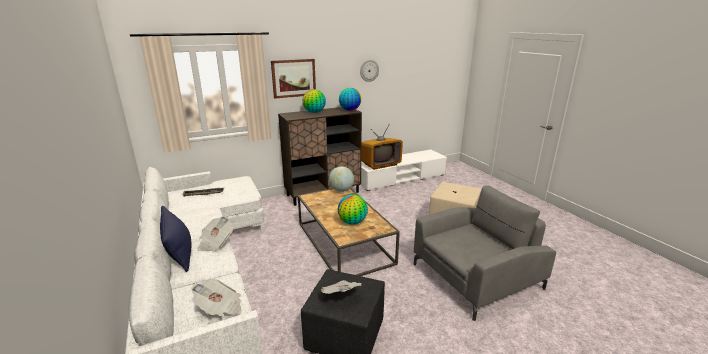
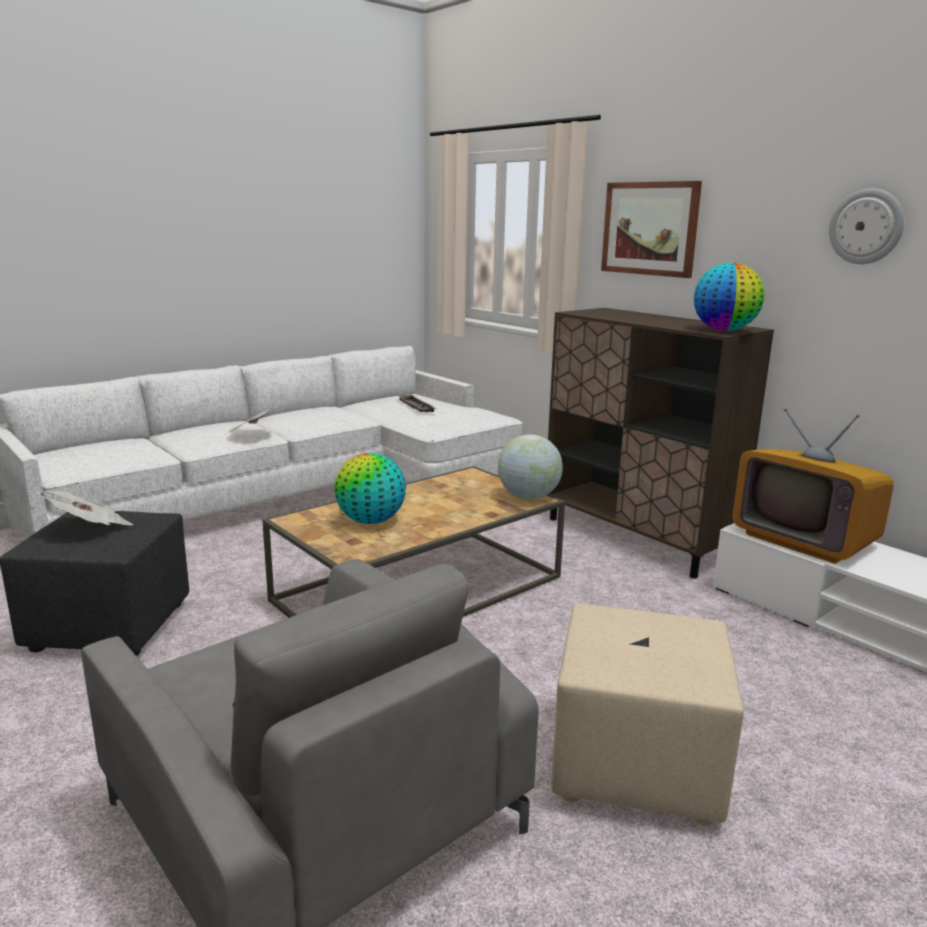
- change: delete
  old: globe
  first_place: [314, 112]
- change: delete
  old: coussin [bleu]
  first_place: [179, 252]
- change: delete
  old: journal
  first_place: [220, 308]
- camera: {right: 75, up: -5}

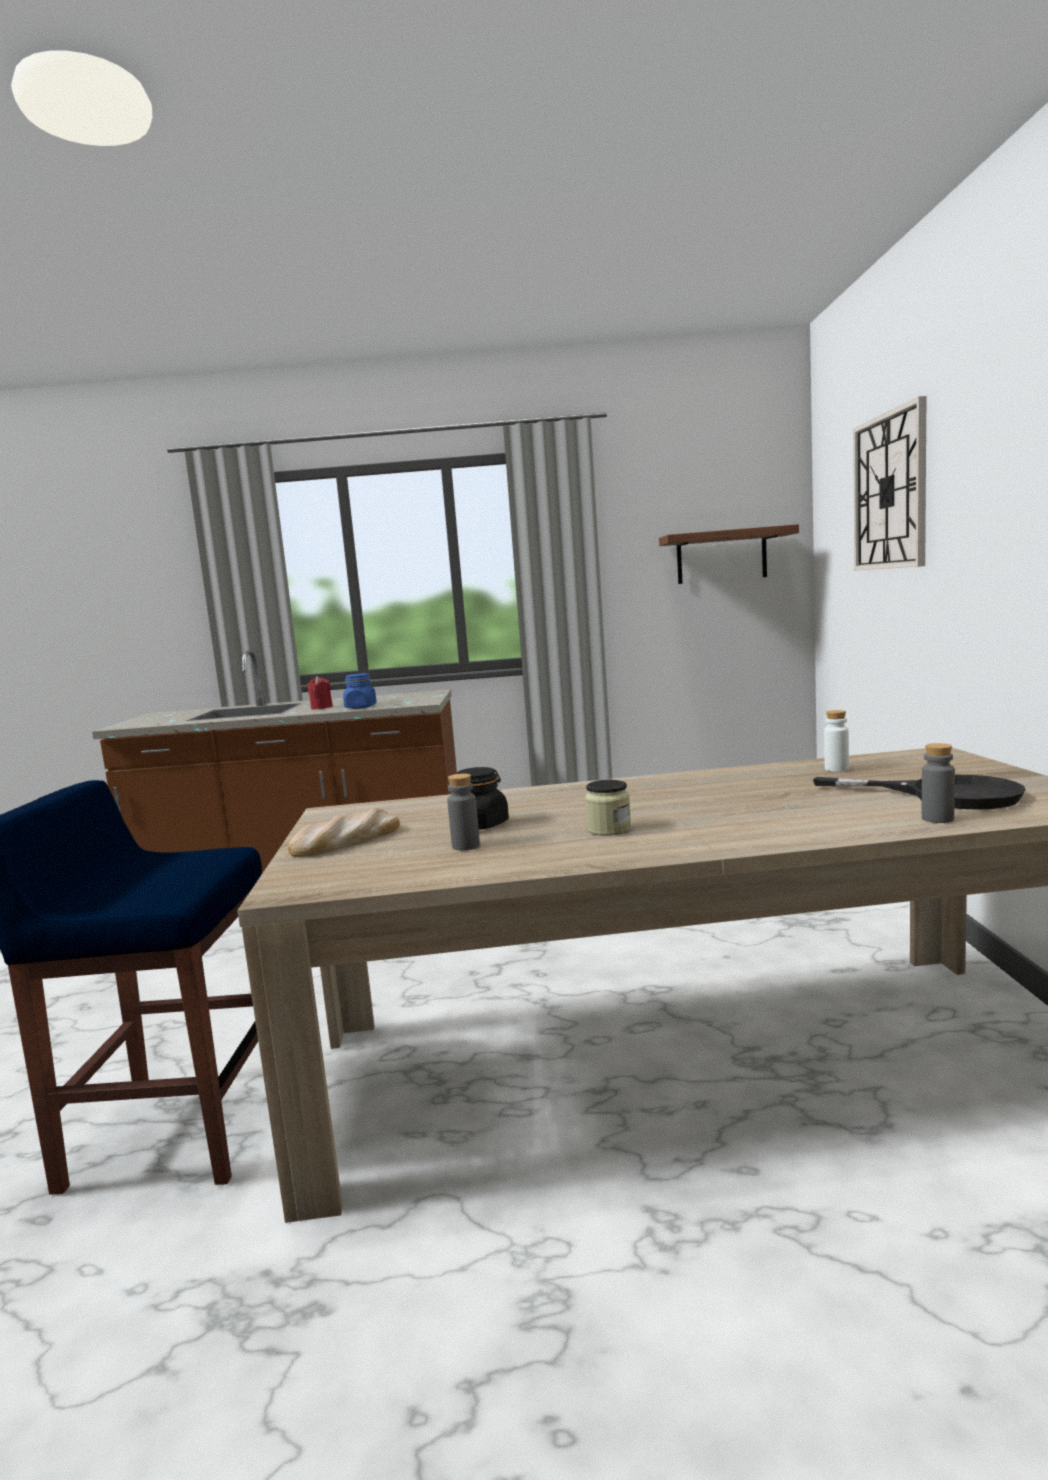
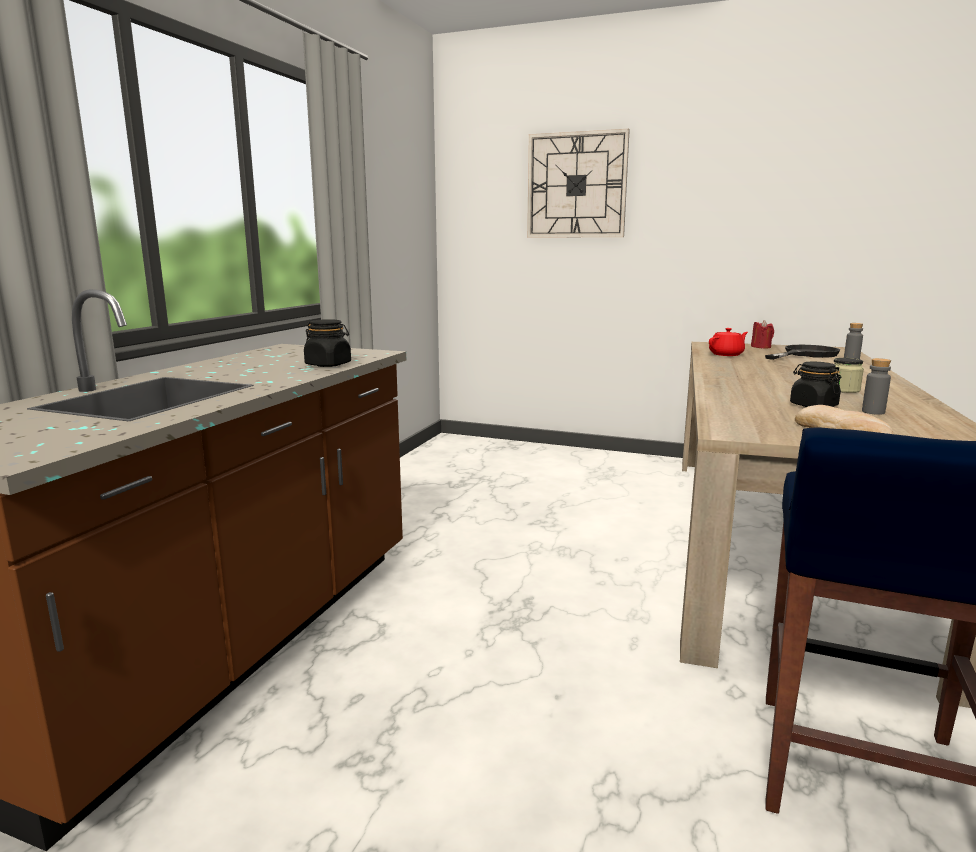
- change: delete
  old: étagère
  first_place: [721, 556]
- change: recolor
  old: bocal [bleu]
  new: bocal [noir]
  first_place: [360, 707]
  second_place: [328, 364]
- change: move
  old: bougie [rouge]
  first_place: [321, 707]
  second_place: [761, 347]
- change: replace
  old: bouteille [blanc]
  new: théière [rouge]
  first_place: [836, 769]
  second_place: [727, 354]
- camera: {right: -70, up: 5}

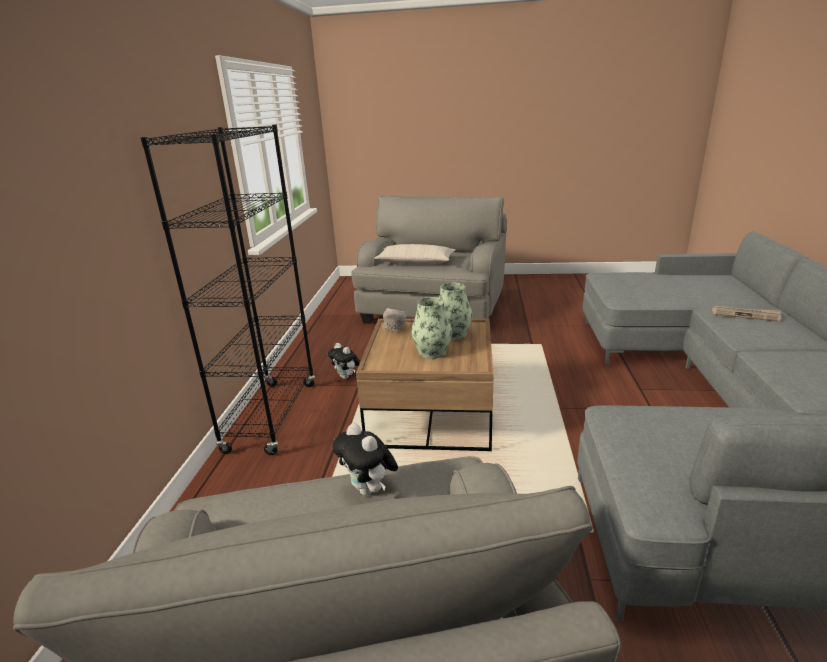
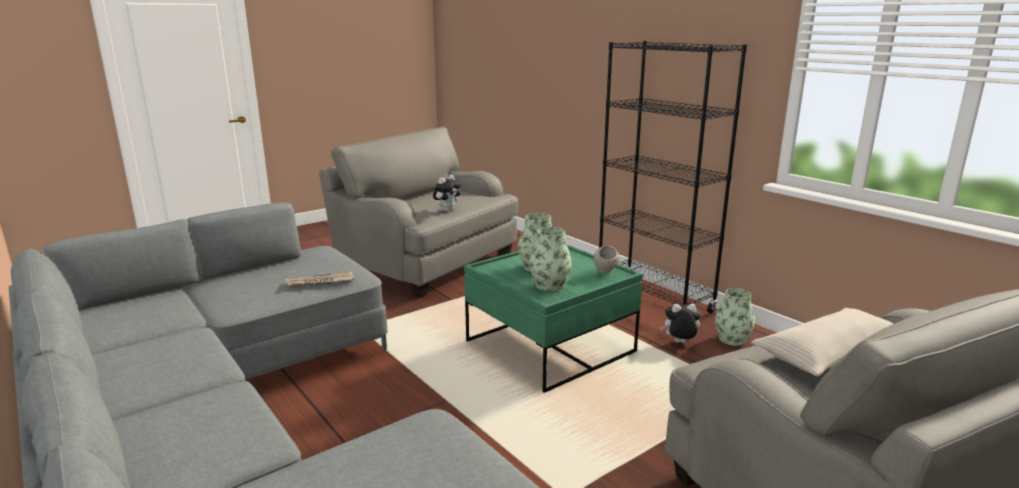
- change: move
  old: journal
  first_place: [745, 315]
  second_place: [320, 282]
- change: recolor
  old: table basse [marron]
  new: table basse [vert]
  first_place: [431, 414]
  second_place: [549, 346]
- change: rotate
  old: peluche
  first_place: [369, 490]
  second_place: [447, 210]
  degrees: 120
- change: insert
  new: vase
  second_place: [732, 339]
- camera: {right: 135, up: -5}

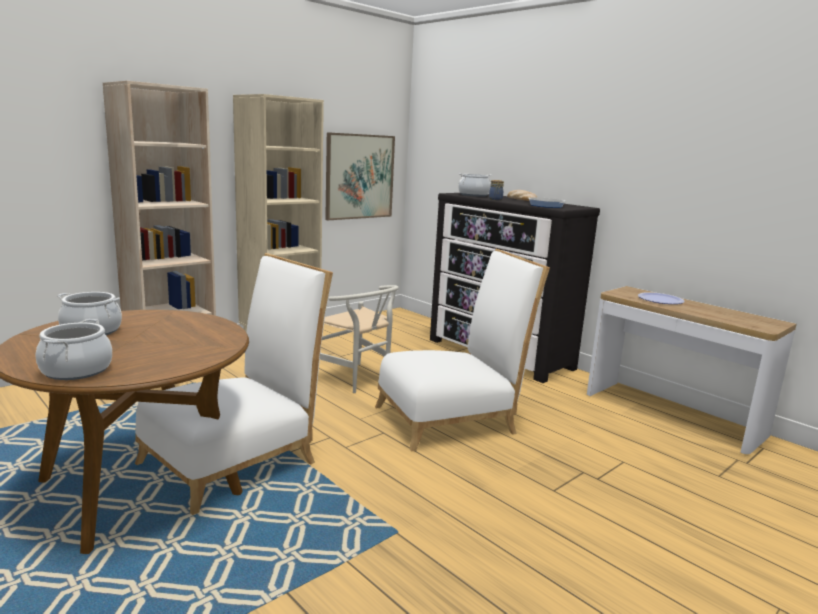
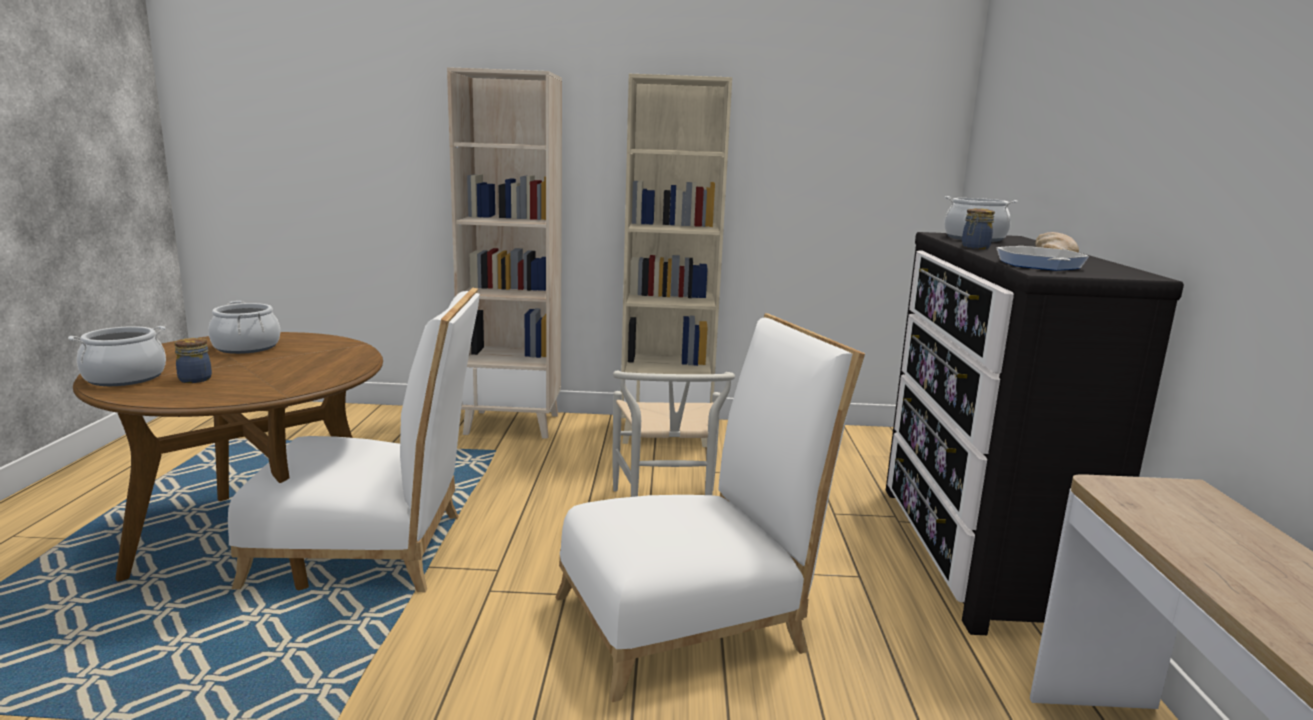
- change: delete
  old: tableau
  first_place: [359, 176]
- change: rotate
  old: chaise [blanc]
  first_place: [452, 418]
  second_place: [692, 619]
  degrees: -45
- change: delete
  old: assiette
  first_place: [660, 300]
- change: insert
  new: bocal
  second_place: [195, 379]
- camera: {right: 45, up: 0}

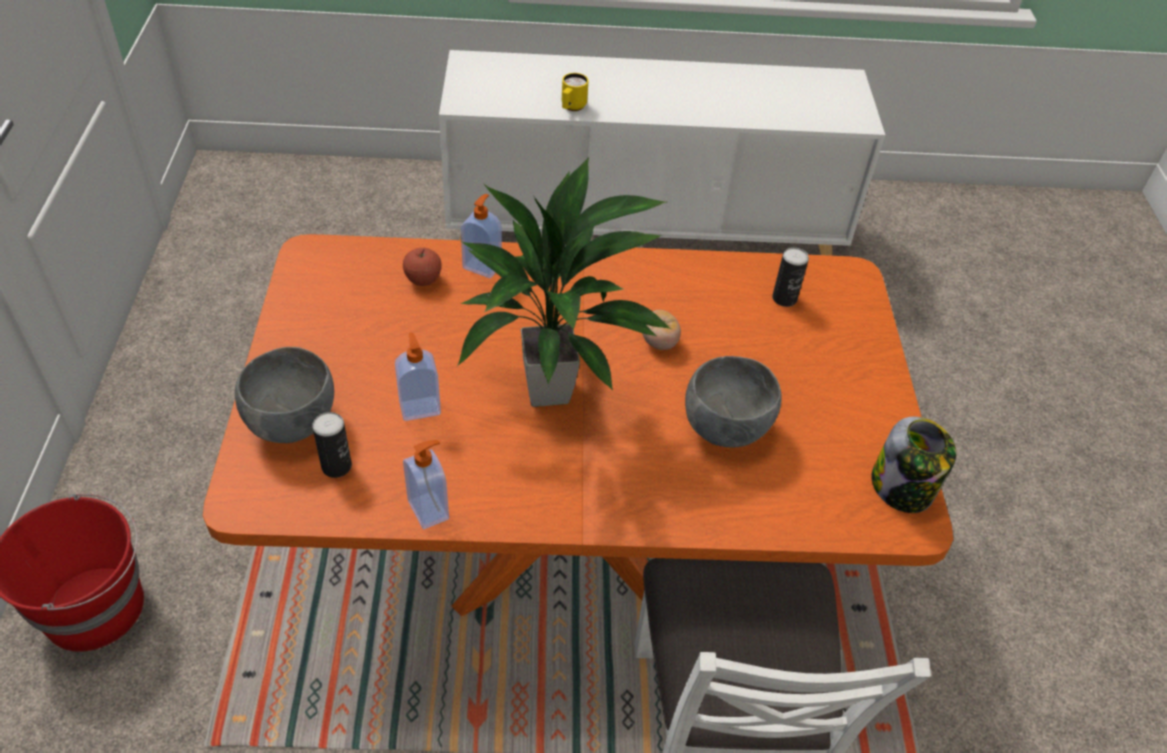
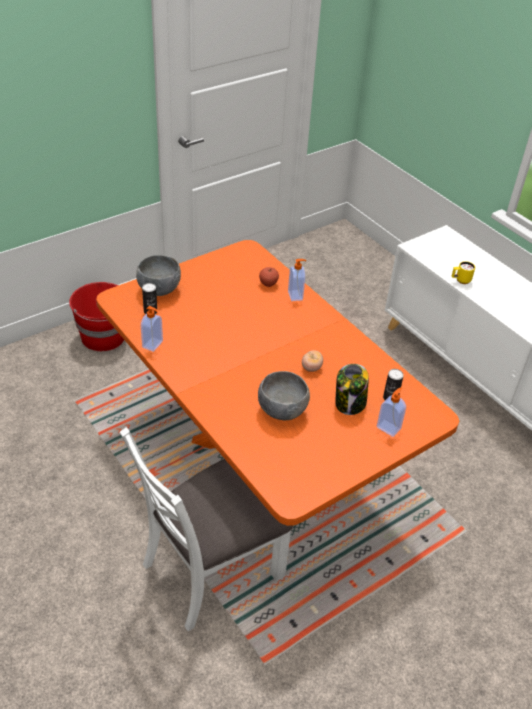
- change: delete
  old: plante en pot
  first_place: [550, 391]
- change: move
  old: distributeur de savon
  first_place: [419, 407]
  second_place: [389, 428]
- change: move
  old: bocal
  first_place: [902, 488]
  second_place: [350, 403]
- camera: {right: 55, up: -5}

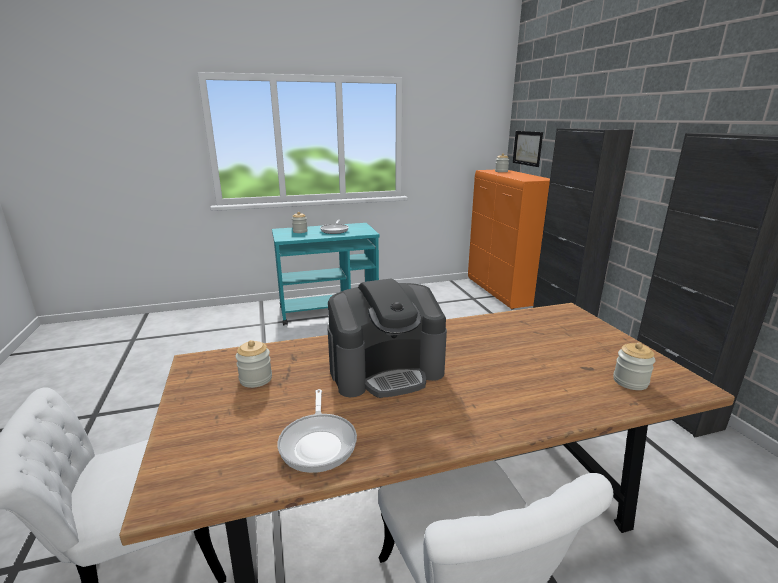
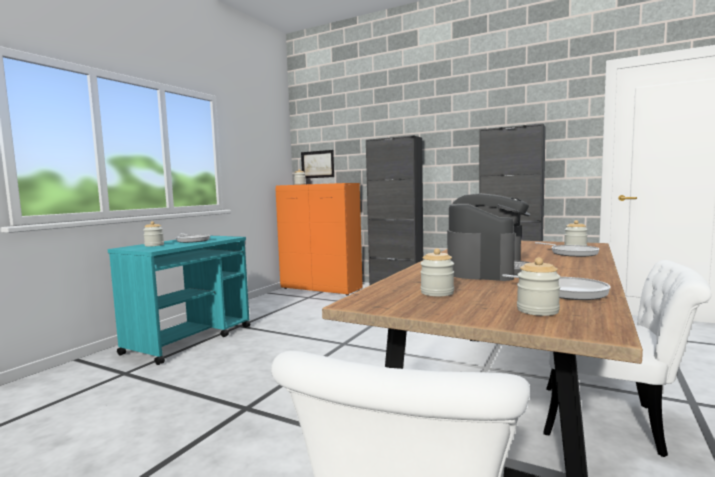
- change: insert
  new: poêle
  second_place: [571, 253]
- change: insert
  new: bocal
  second_place: [537, 310]
- camera: {right: -45, up: -15}

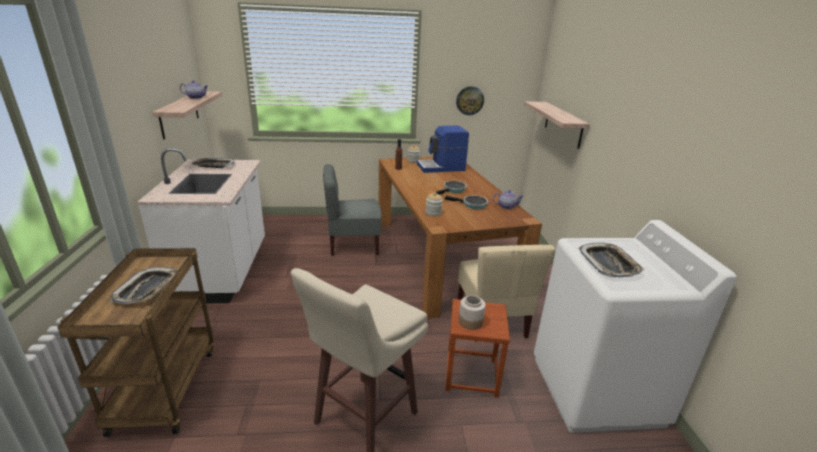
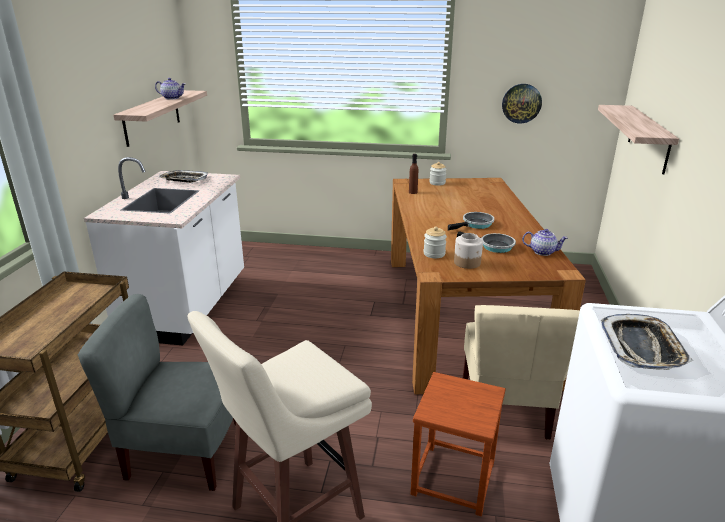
- change: delete
  old: machine à café
  first_place: [441, 168]
- change: move
  old: chaise [gris]
  first_place: [353, 245]
  second_place: [184, 452]
- change: delete
  old: plateau
  first_place: [147, 289]
- change: move
  old: bocal
  first_place: [471, 322]
  second_place: [467, 263]
- camera: {right: 15, up: 0}

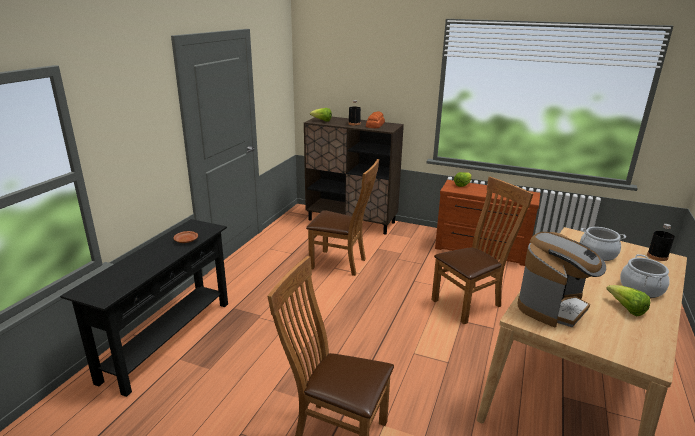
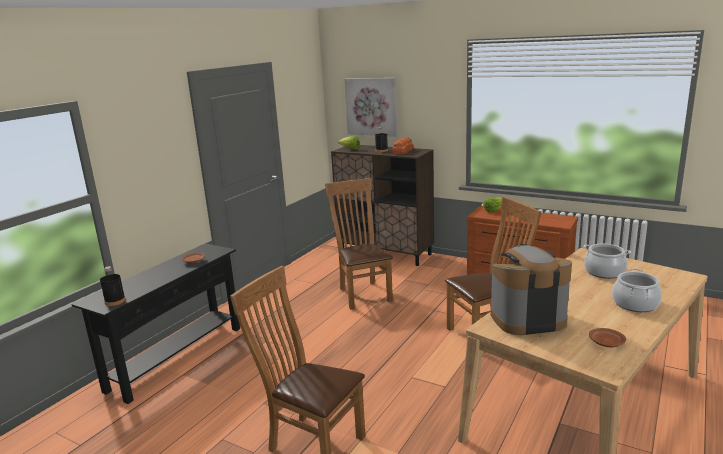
- change: rotate
  old: chaise [marron]
  first_place: [341, 264]
  second_place: [363, 293]
  degrees: -135
- change: move
  old: bouteille [noir]
  first_place: [657, 256]
  second_place: [115, 301]
- change: rotate
  old: machine à café
  first_place: [553, 307]
  second_place: [527, 319]
  degrees: -150
- change: delete
  old: laitue
  first_place: [626, 309]
- change: insert
  new: tableau
  second_place: [372, 106]
- change: insert
  new: assiette [marron]
  second_place: [606, 343]
- camera: {right: 10, up: -5}

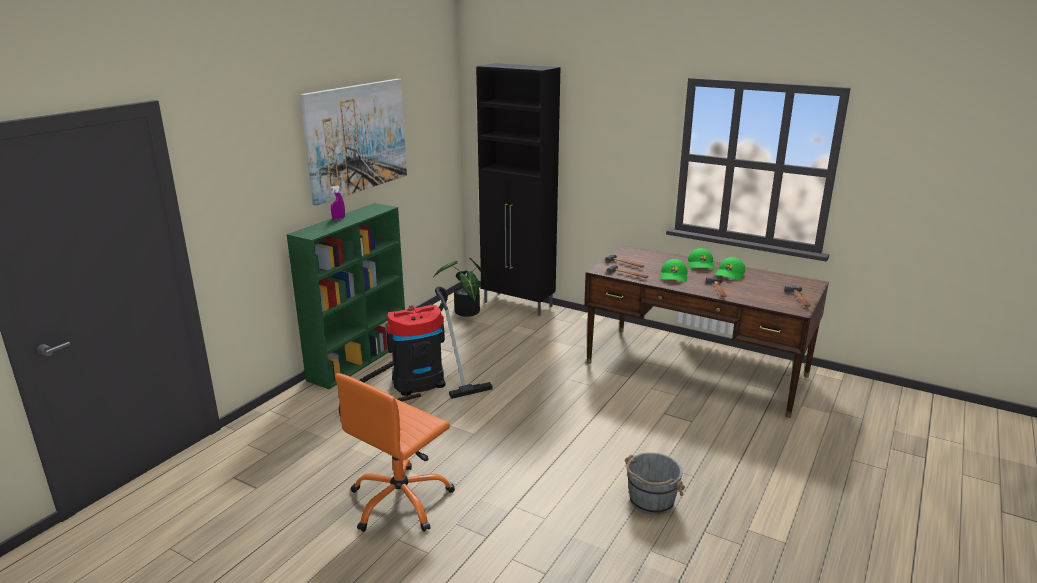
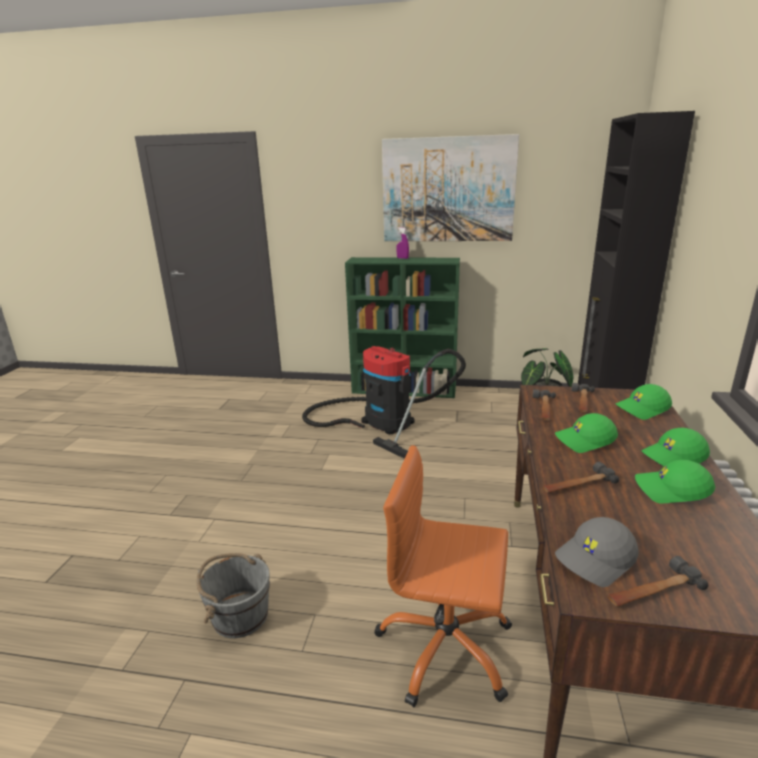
- change: move
  old: chaise de bureau [orange]
  first_place: [400, 501]
  second_place: [445, 648]
- change: insert
  new: casquette [vert]
  second_place: [642, 409]
- change: insert
  new: casquette [gris]
  second_place: [596, 560]
- camera: {right: 70, up: 0}

